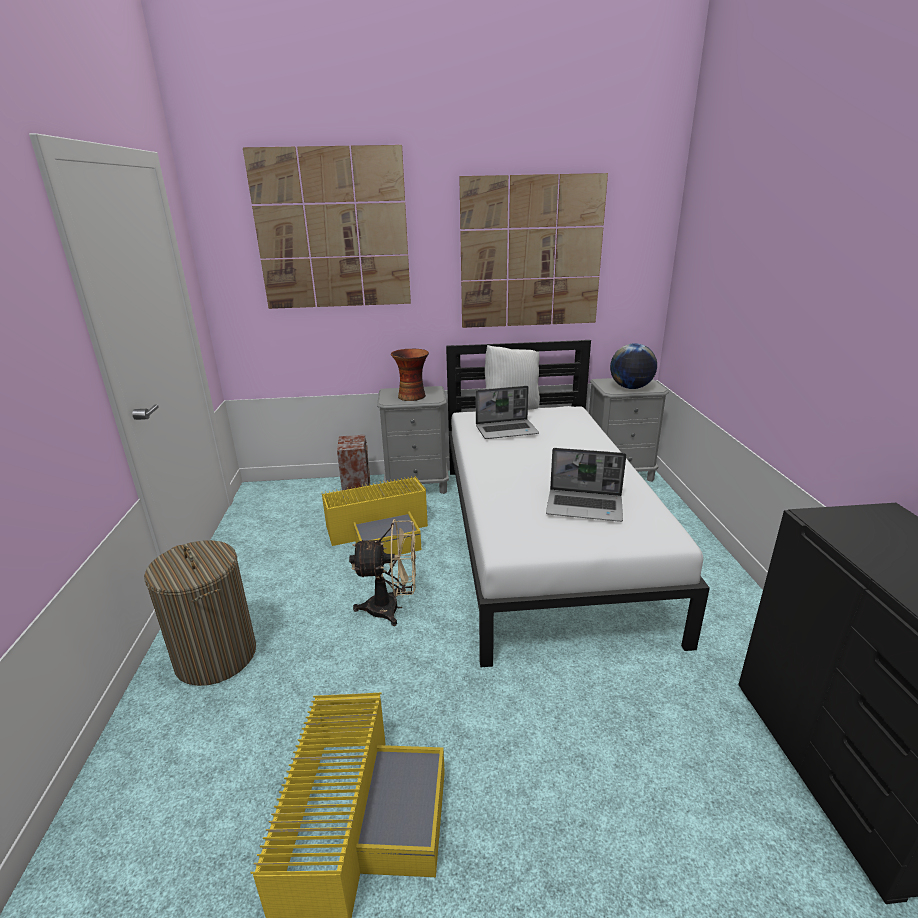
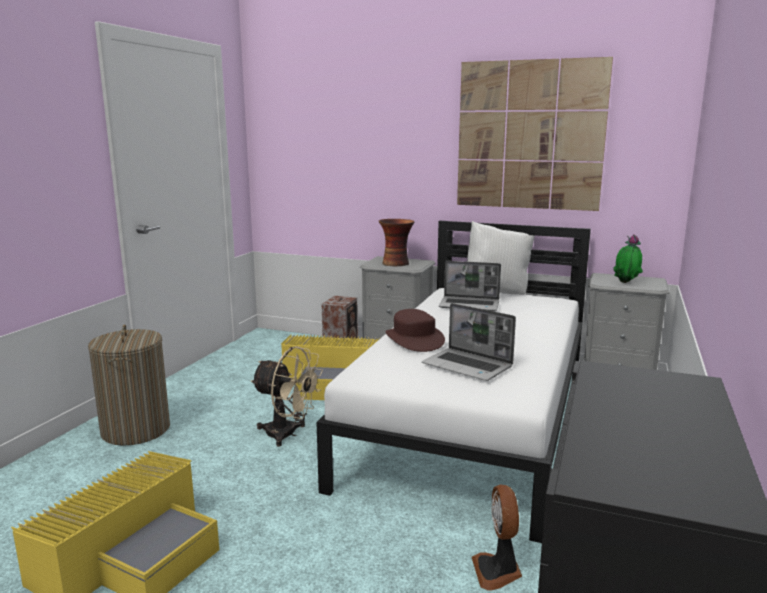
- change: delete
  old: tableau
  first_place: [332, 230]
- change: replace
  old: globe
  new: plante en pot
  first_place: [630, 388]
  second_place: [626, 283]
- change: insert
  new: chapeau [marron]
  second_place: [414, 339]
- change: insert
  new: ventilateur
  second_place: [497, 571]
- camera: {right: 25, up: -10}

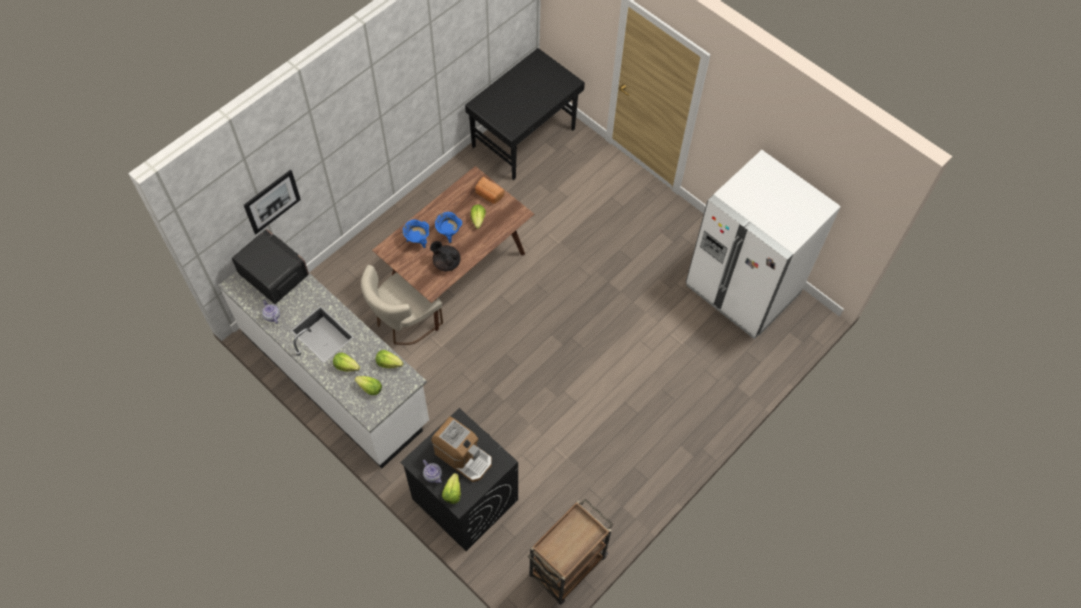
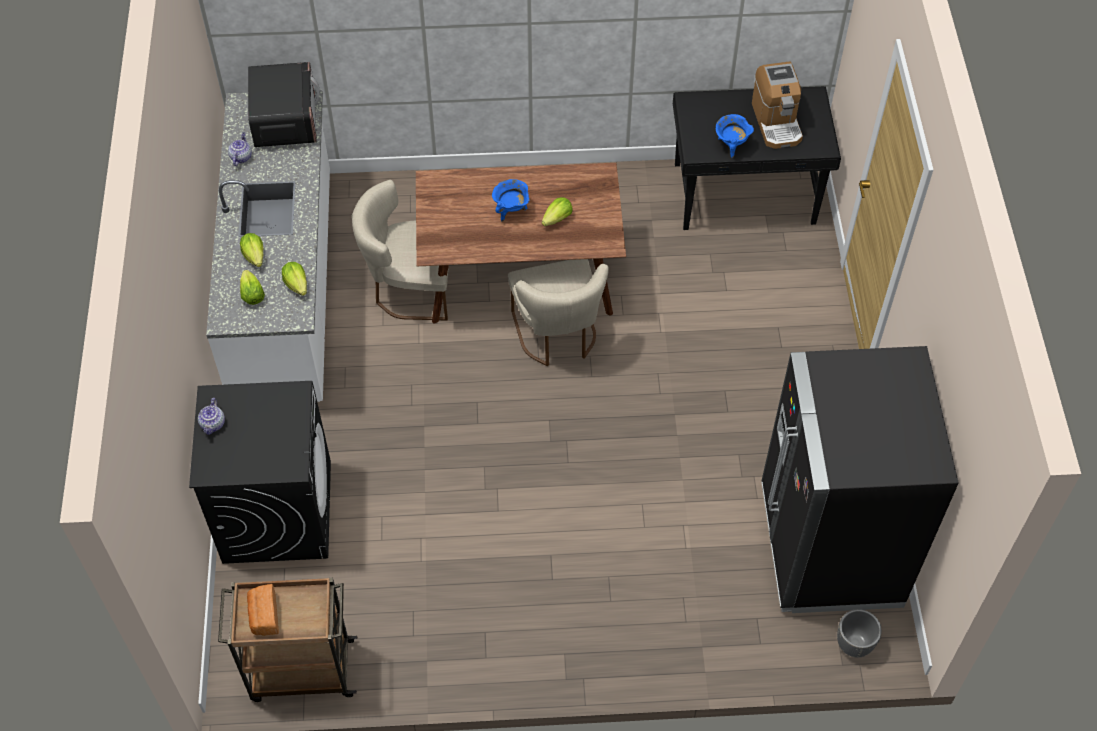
- change: recolor
  old: réfrigérateur [blanc]
  new: réfrigérateur [noir]
  first_place: [742, 289]
  second_place: [829, 546]
- change: delete
  old: tableau
  first_place: [272, 201]
- change: move
  old: pain
  first_place: [488, 195]
  second_place: [264, 616]
- change: move
  old: marmite [bleu]
  first_place: [417, 240]
  second_place: [731, 145]
- change: delete
  old: théière [noir]
  first_place: [446, 263]
- change: move
  old: machine à café
  first_place: [463, 456]
  second_place: [776, 122]
- change: delete
  old: laitue
  first_place: [452, 492]
- change: insert
  new: chaise [beige]
  second_place: [557, 336]
- change: insert
  new: cache-pot [gris]
  second_place: [854, 644]
- camera: {right: 45, up: -5}

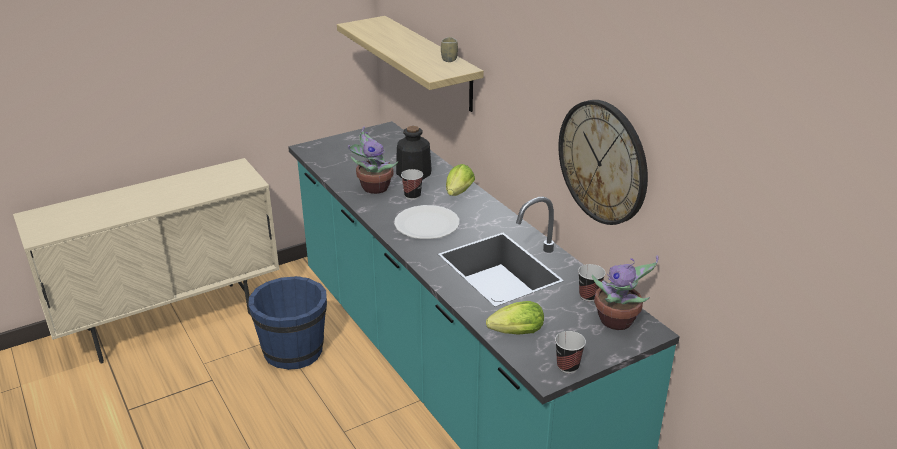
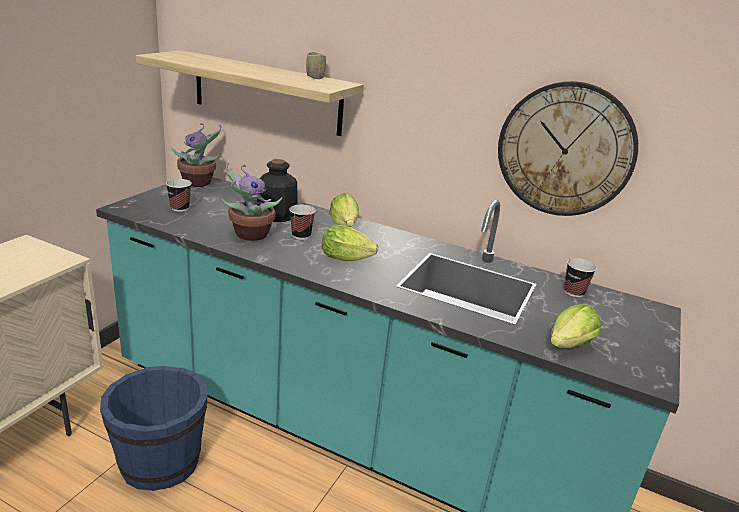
- change: replace
  old: assiette [blanc]
  new: laitue
  first_place: [427, 224]
  second_place: [349, 259]
- change: move
  old: plante en pot
  first_place: [617, 321]
  second_place: [199, 183]
- change: move
  old: tasse
  first_place: [567, 366]
  second_place: [180, 208]
- camera: {right: -35, up: -5}

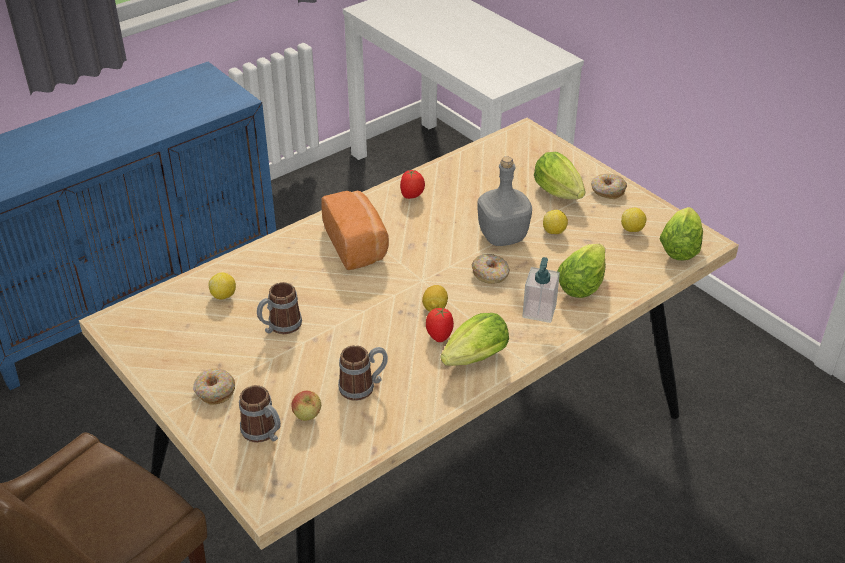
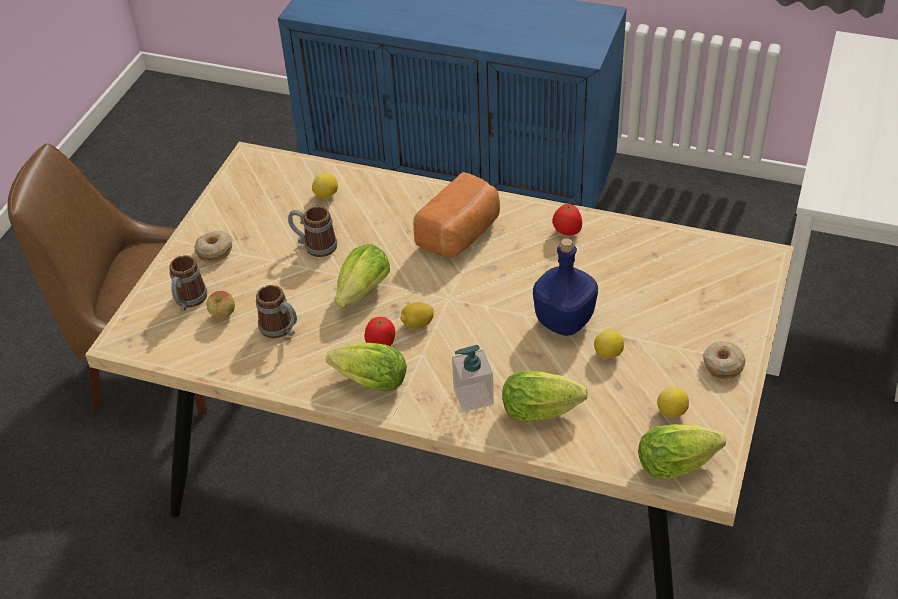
- change: move
  old: laitue
  first_place: [560, 194]
  second_place: [361, 295]
- change: recolor
  old: bouteille [gris]
  new: bouteille [bleu]
  first_place: [502, 236]
  second_place: [564, 320]
- change: delete
  old: beignet
  first_place: [490, 274]
- camera: {right: 60, up: 5}

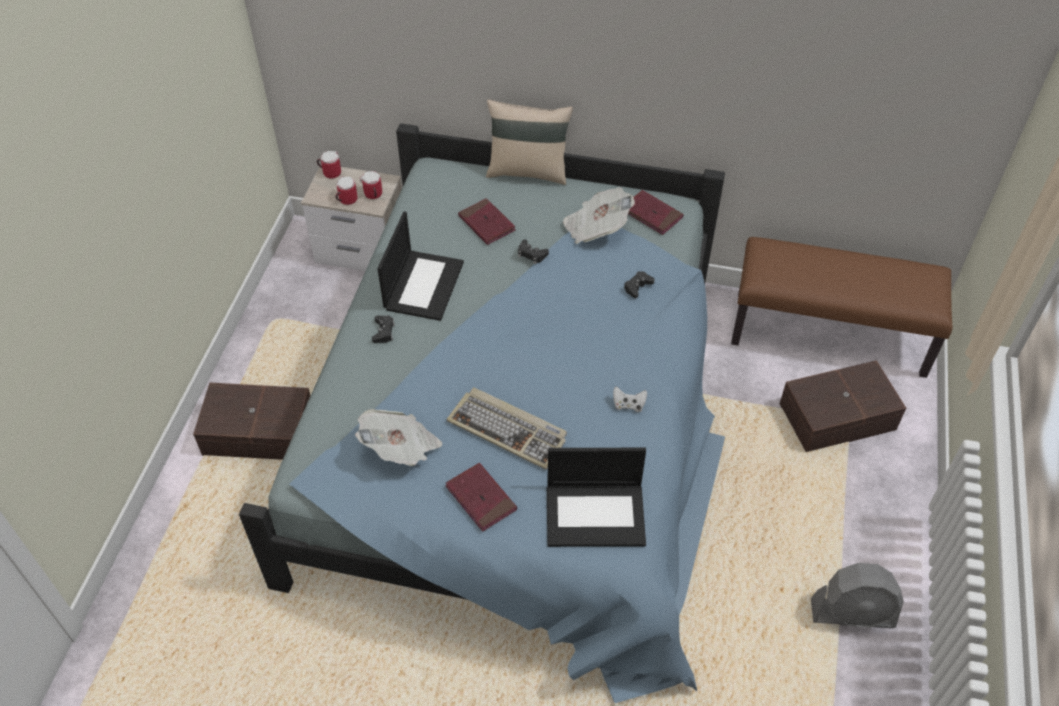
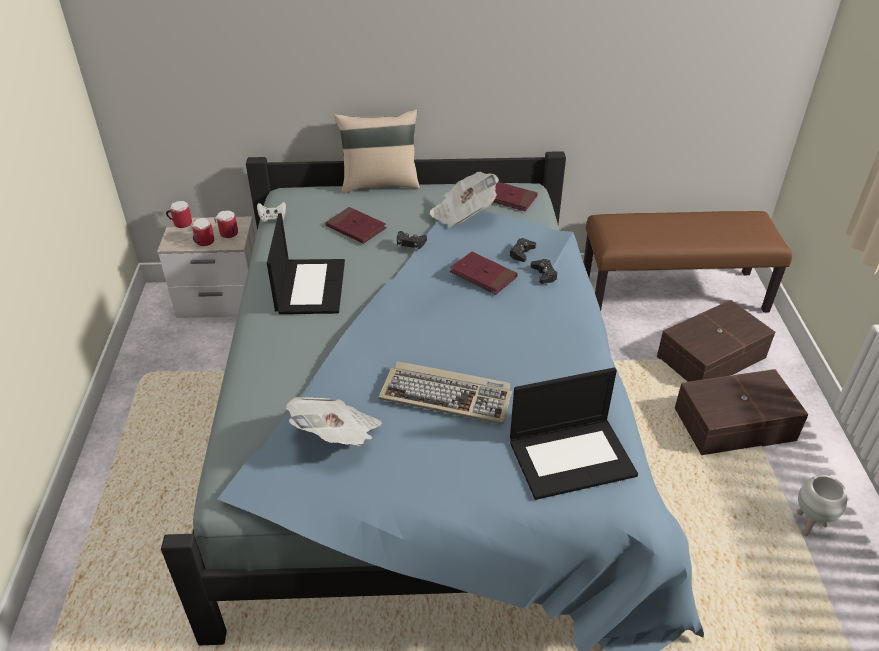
- change: move
  old: manette [noir]
  first_place: [383, 332]
  second_place: [544, 274]
- change: move
  old: boîte de rangement [marron]
  first_place: [258, 431]
  second_place: [732, 423]
- change: move
  old: manette [blanc]
  first_place: [628, 405]
  second_place: [272, 219]
- change: move
  old: livre [rouge]
  first_place: [481, 498]
  second_place: [483, 275]
- change: replace
  old: ventilateur [gris]
  new: cache-pot [blanc]
  first_place: [852, 614]
  second_place: [809, 524]
- camera: {right: -15, up: -10}

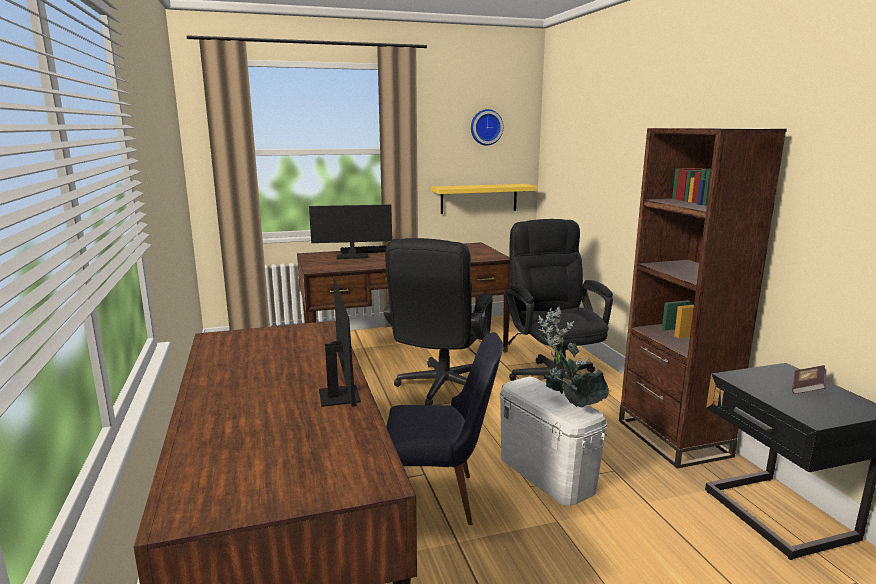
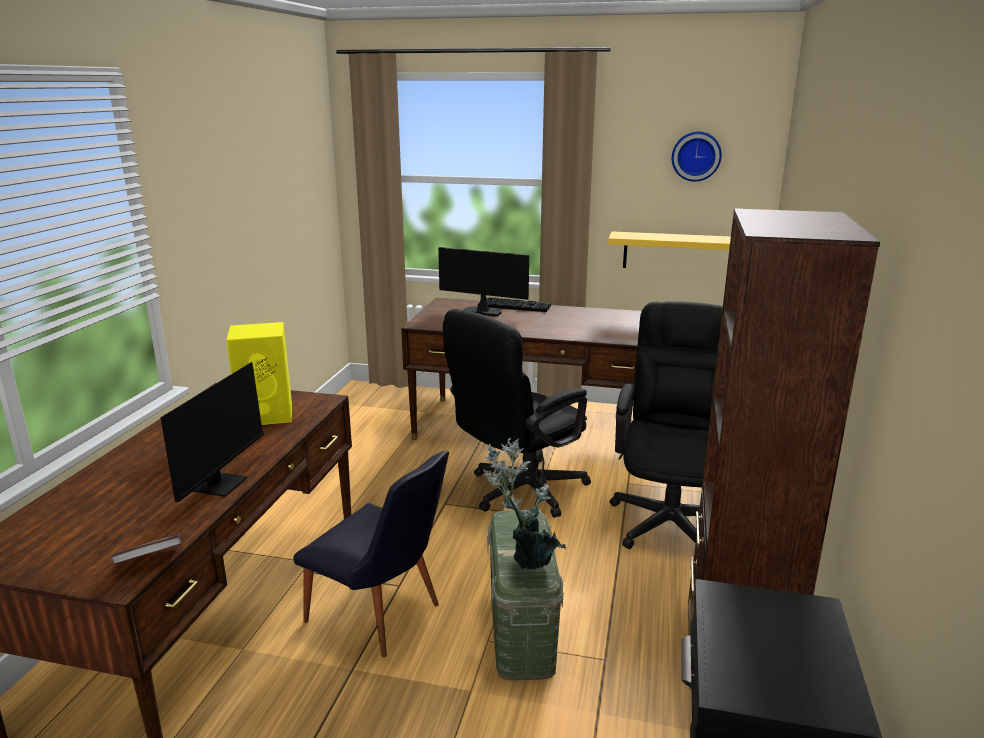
- change: move
  old: livre
  first_place: [807, 388]
  second_place: [150, 561]
- change: recolor
  old: boîte de rangement [blanc]
  new: boîte de rangement [vert]
  first_place: [546, 473]
  second_place: [522, 633]
- change: insert
  new: enceinte [jaune]
  second_place: [267, 415]
- camera: {right: 30, up: 5}

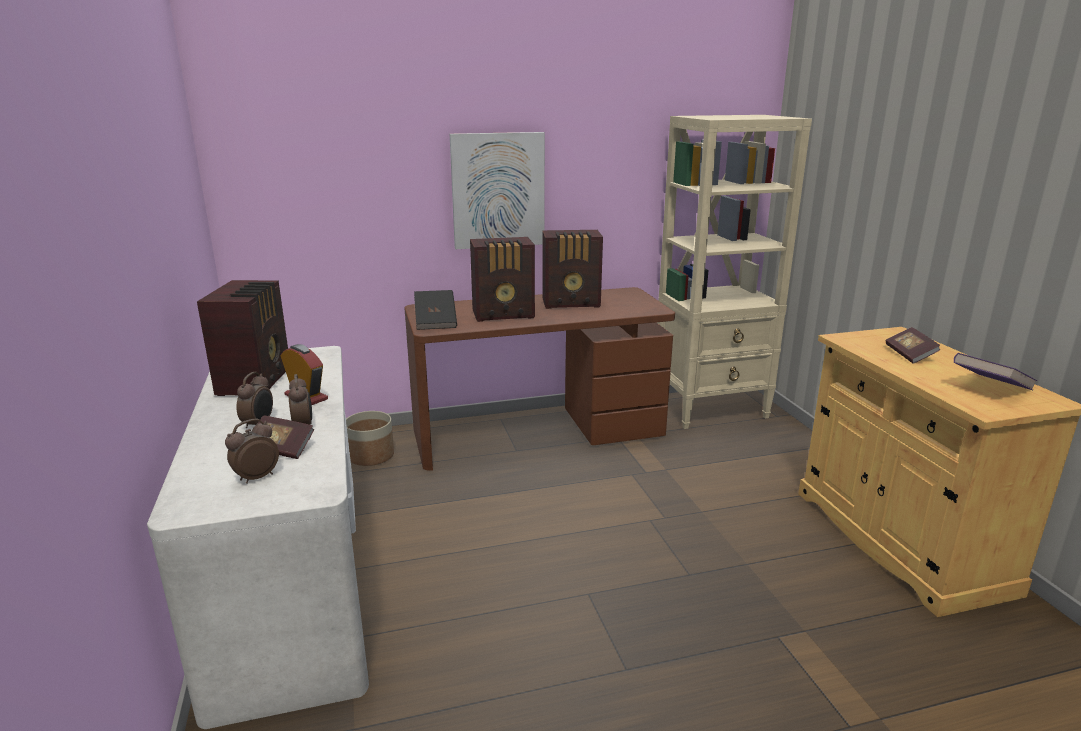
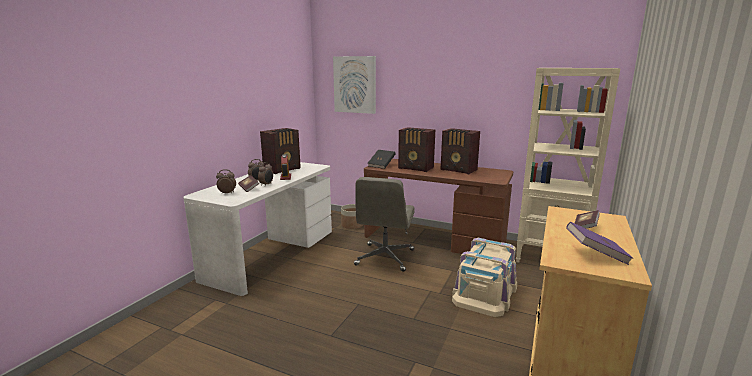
- change: move
  old: tableau
  first_place: [498, 190]
  second_place: [355, 84]
- change: insert
  new: chaise de bureau [gris]
  second_place: [385, 258]
- change: insert
  new: boîte de rangement [beige]
  second_place: [484, 292]
- camera: {right: 40, up: -5}

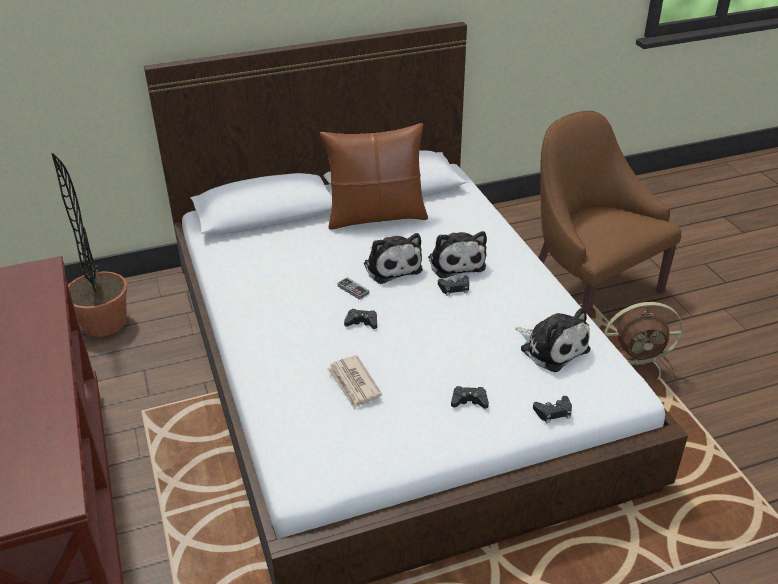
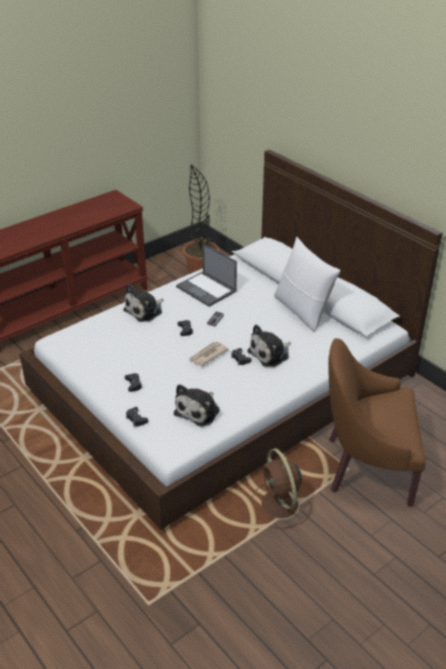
- change: rotate
  old: fauteuil [marron]
  first_place: [589, 289]
  second_place: [367, 466]
  degrees: -120
- change: recolor
  old: coussin [marron]
  new: coussin [blanc]
  first_place: [376, 217]
  second_place: [302, 311]
- change: move
  old: peluche
  first_place: [391, 266]
  second_place: [145, 311]
- change: move
  old: journal
  first_place: [354, 384]
  second_place: [207, 355]
- change: insert
  new: ordinateur portable
  second_place: [207, 289]
- camera: {right: 70, up: 0}

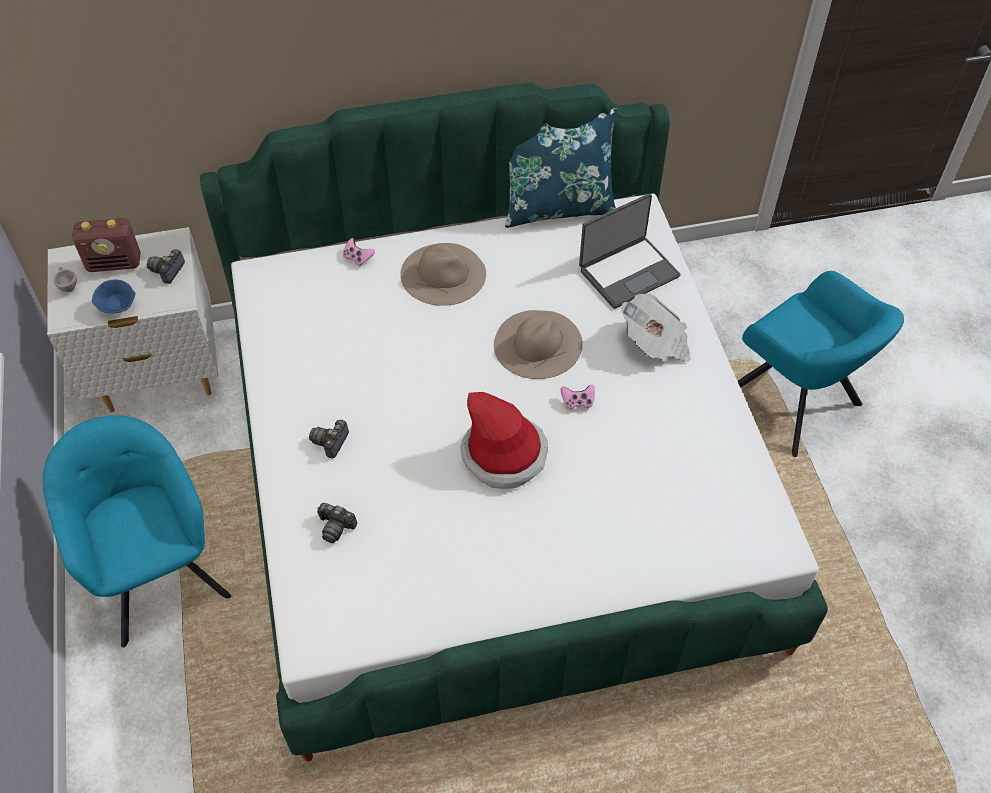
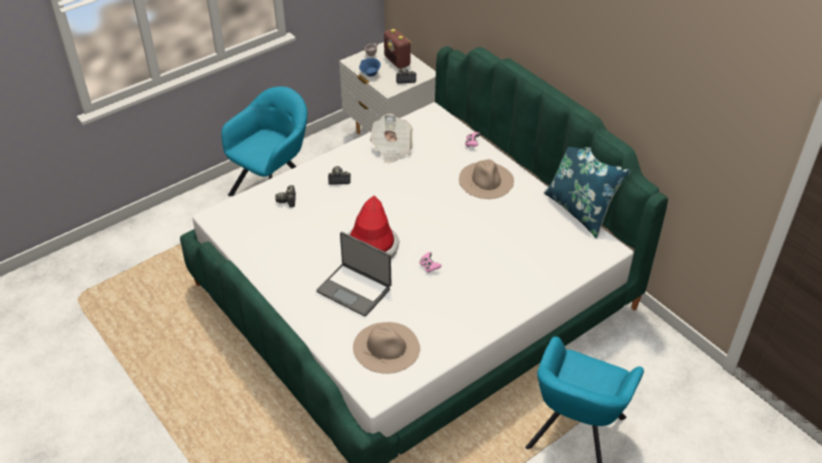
- change: move
  old: ordinateur portable
  first_place: [628, 272]
  second_place: [355, 289]
- change: move
  old: journal
  first_place: [655, 343]
  second_place: [392, 148]
- change: move
  old: chapeau [beige]
  first_place: [537, 344]
  second_place: [386, 347]
- camera: {right: 65, up: -10}

